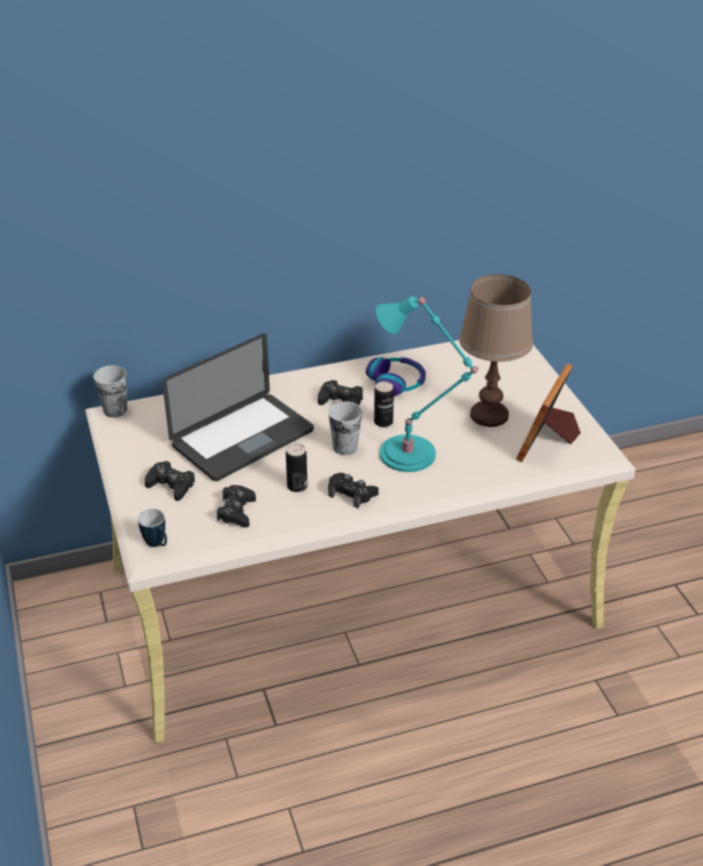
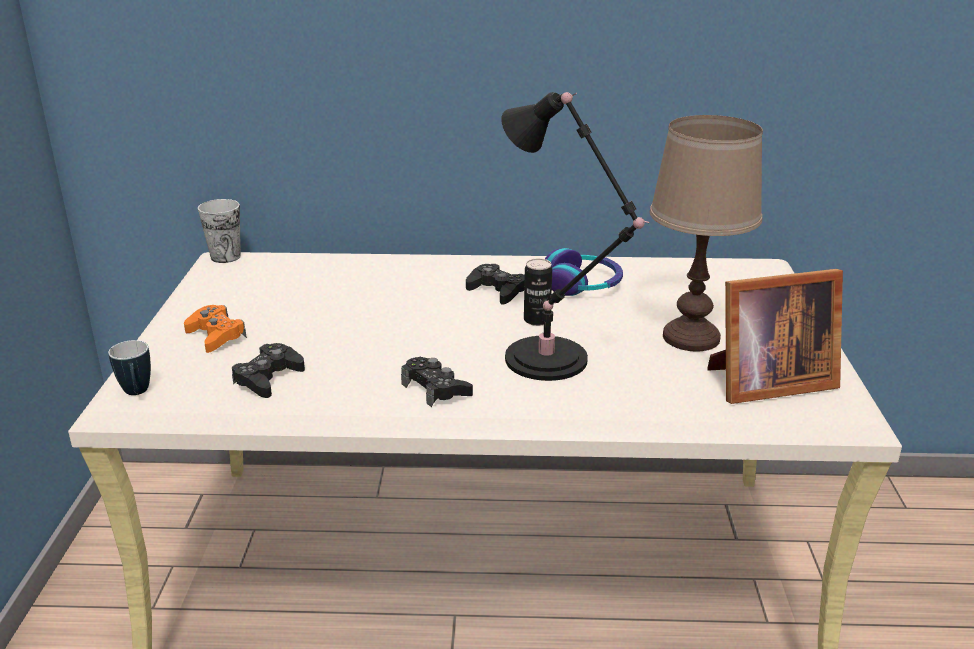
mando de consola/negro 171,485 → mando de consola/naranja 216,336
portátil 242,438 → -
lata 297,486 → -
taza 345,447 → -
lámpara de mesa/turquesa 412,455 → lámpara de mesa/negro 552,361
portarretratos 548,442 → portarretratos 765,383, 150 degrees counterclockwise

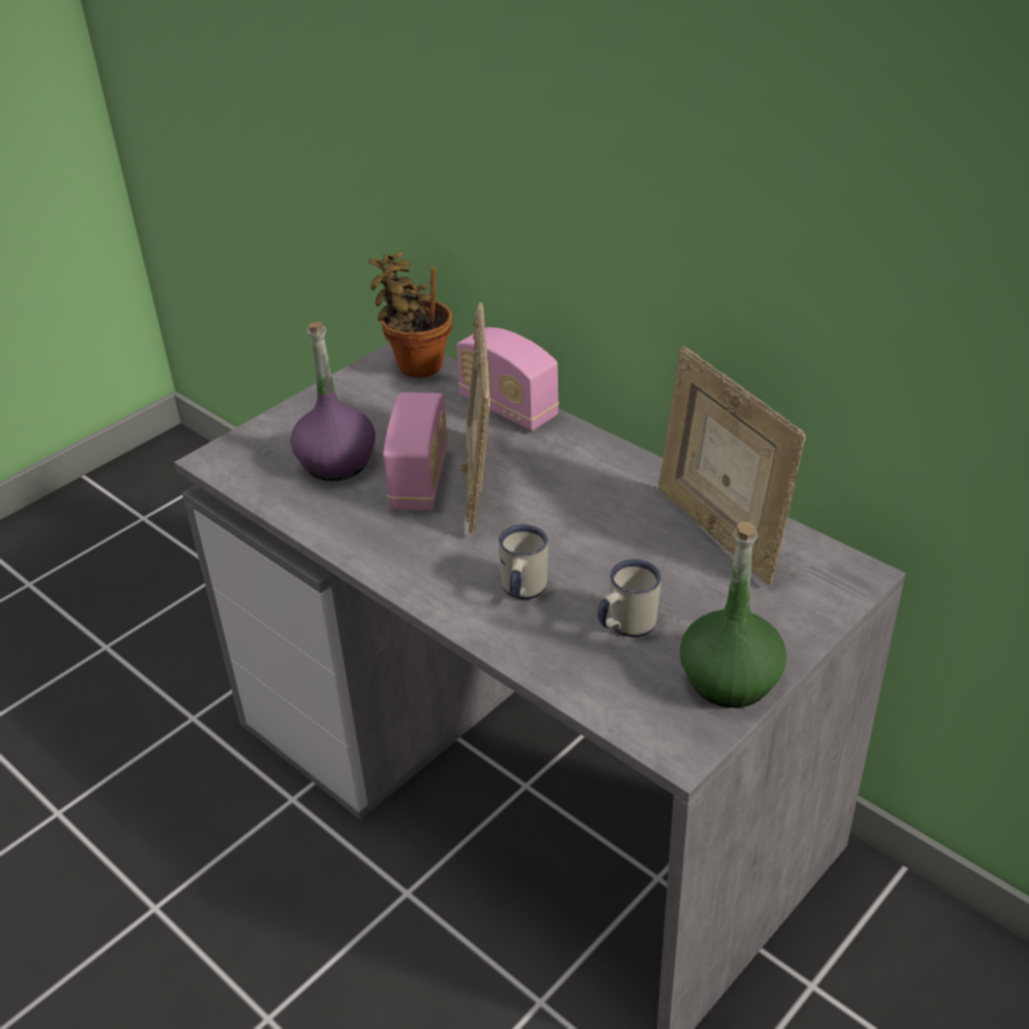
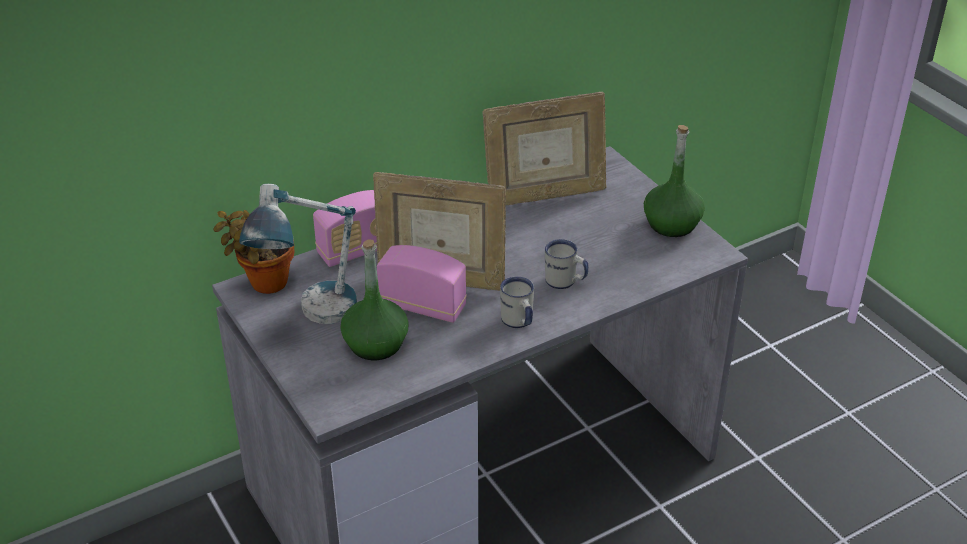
botella/morado 336,463 → botella/verde 375,344
taza grande/blanco 625,626 → taza grande/blanco 518,322, relocated
- → lámpara de mesa 312,319

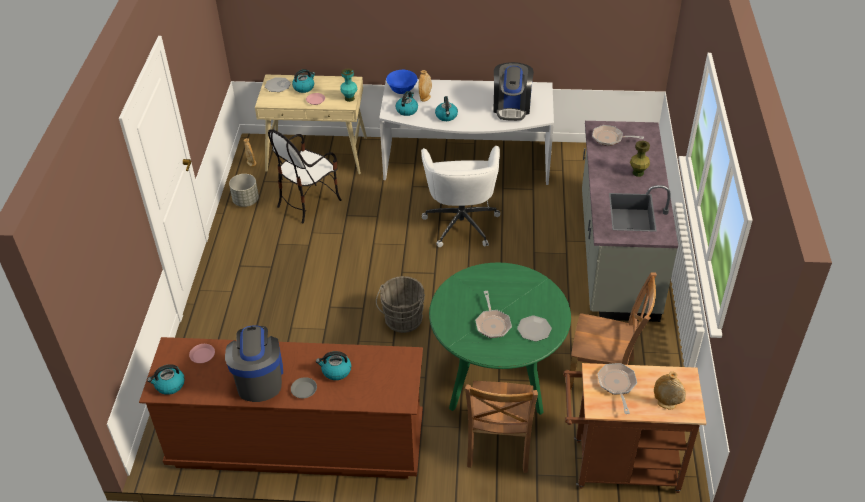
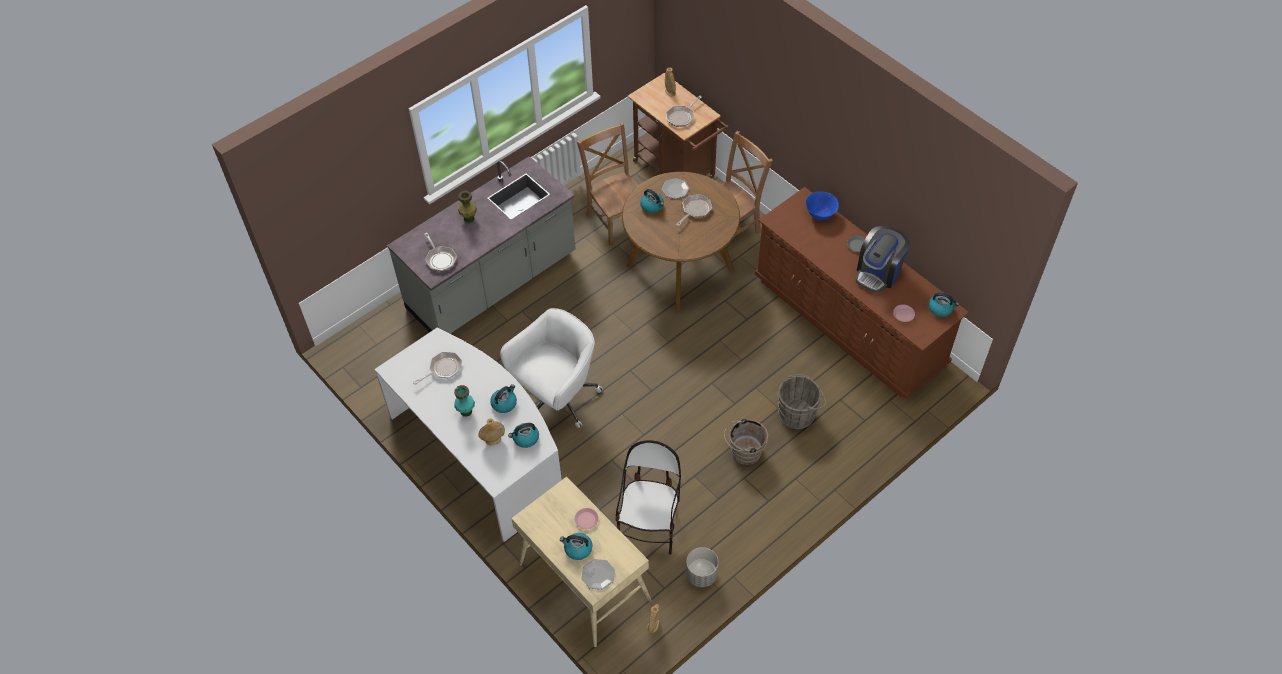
silla 308,201 → silla 649,525, 75 degrees counterclockwise
hervidor 336,371 → hervidor 652,206, relocated
florero/turquesa 349,98 → florero/turquesa 466,411, relocated
cubo/gris 402,321 → cubo/gris 798,413, relocated
cuenco/azul 402,90 → cuenco/azul 820,214, relocated
mesa de comedor/verde 496,375 → mesa de comedor/marrón 680,267
cafetera 511,107 → sartén 443,369
- → cubo/marrón 744,452

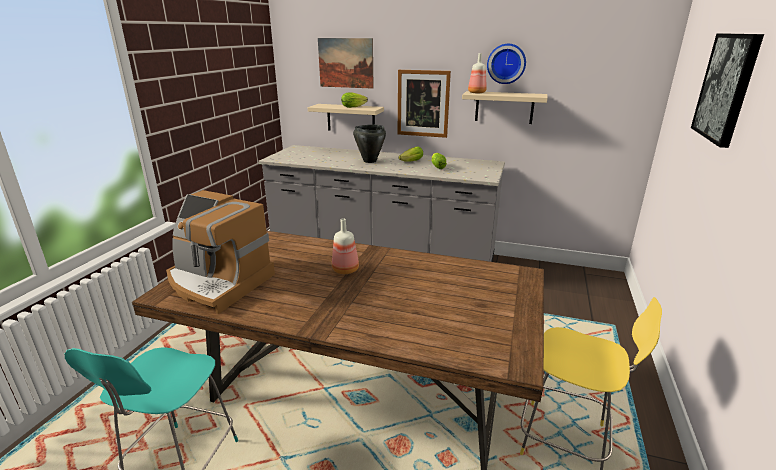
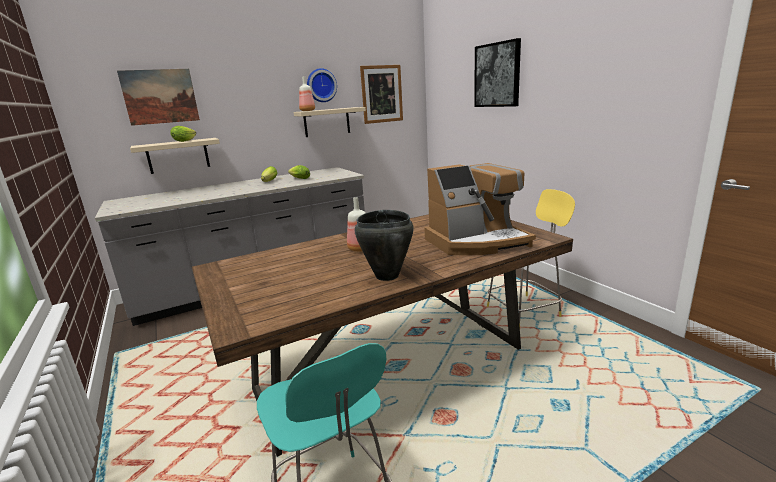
cafetera 218,282 → cafetera 477,242, relocated
olla/negro 369,161 → olla/negro 386,276, relocated
cuadro 423,103 → cuadro 381,94, relocated

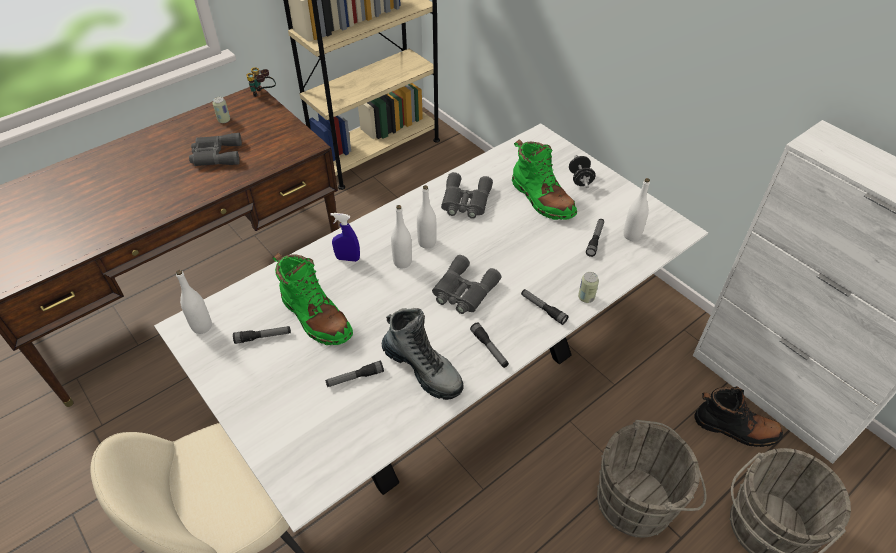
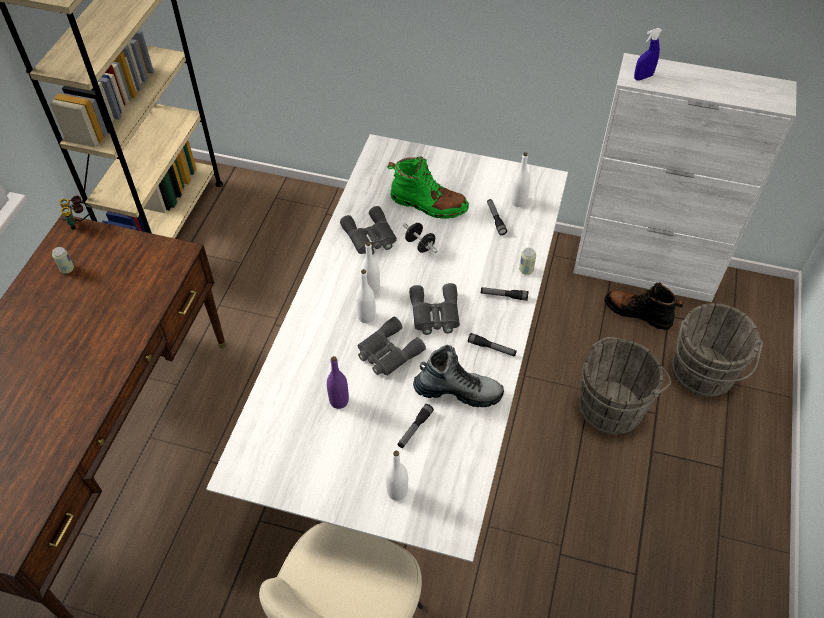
botella/blanco 202,326 → botella/blanco 397,492, relocated
prismáticos/gris 215,155 → prismáticos/gris 387,352, relocated
linterna 263,337 → -
bota/verde 315,317 → botella/morado 339,401
pulverizador/azul 347,258 → pulverizador/azul 643,77, relocated
mancuerna/negro 580,179 → mancuerna/negro 420,245, relocated
bota/negro 735,428 → bota/negro 638,313, 135 degrees counterclockwise

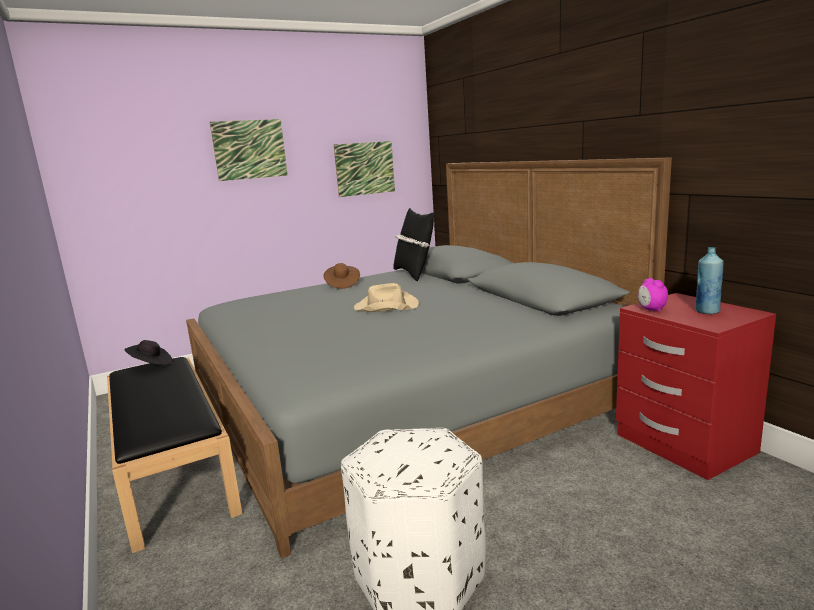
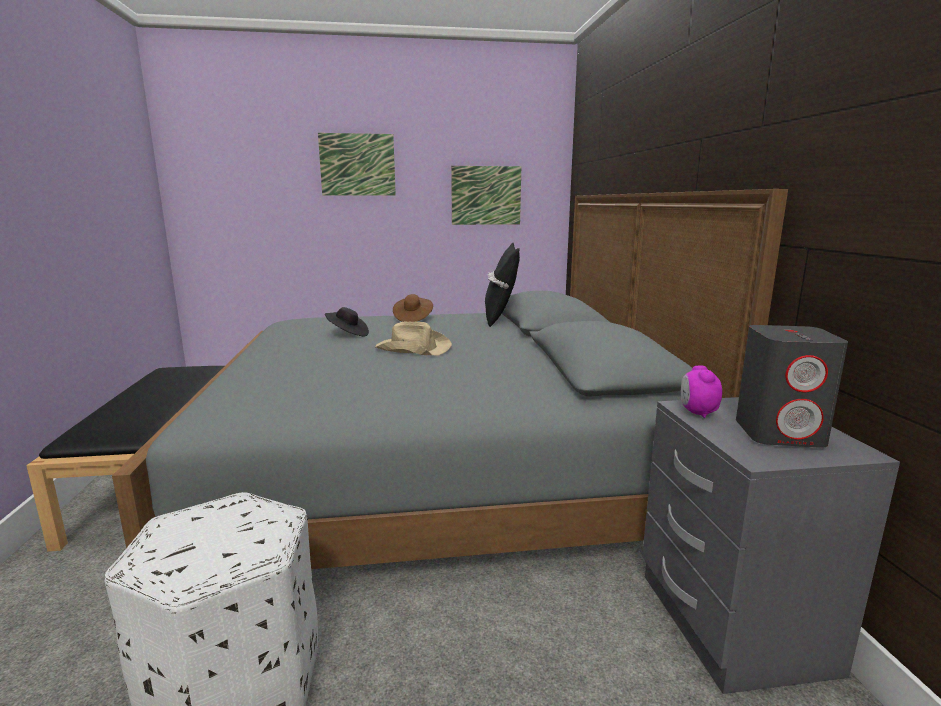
sombrero/negro 151,365 → sombrero/negro 347,334, relocated
mesita de noche/rojo 683,444 → mesita de noche/gris 730,622
botella/azul 707,311 → altavoz/gris 780,433

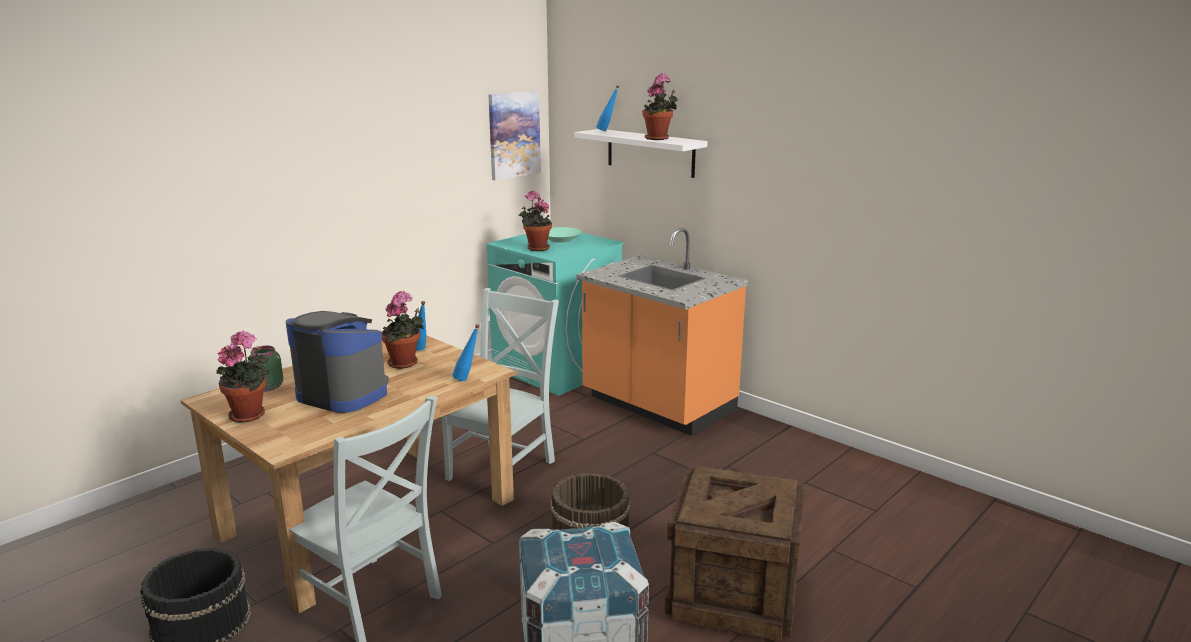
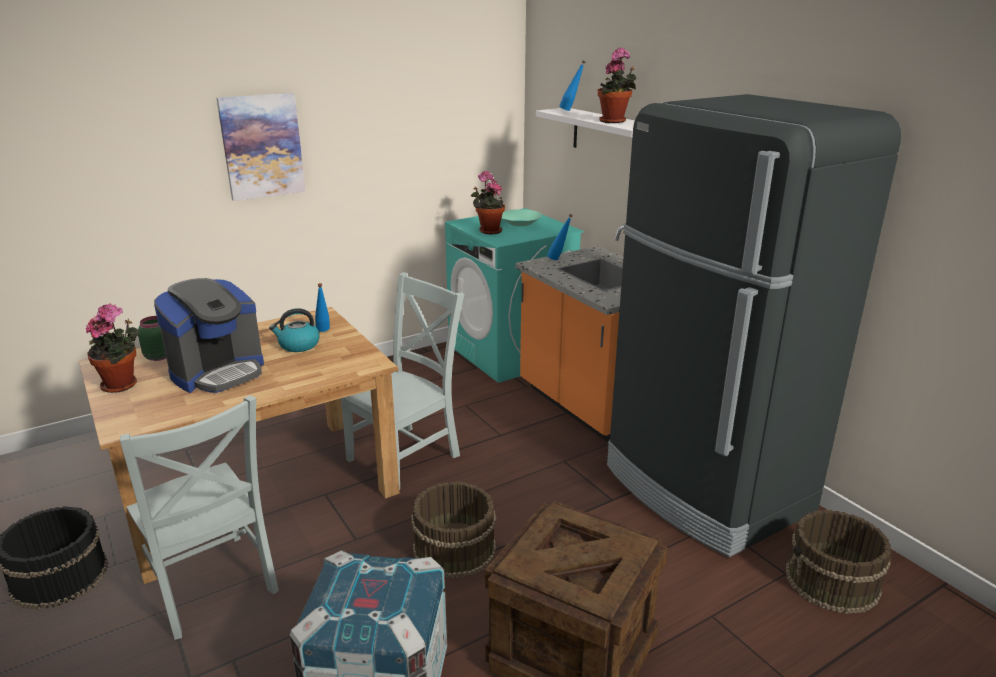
cafetera 343,394 → cafetera 218,372, 90 degrees clockwise
planta en maceta 405,364 → hervidor 298,345
botella/azul 467,380 → botella/azul 559,260, relocated
cuadro 514,134 → cuadro 262,146, relocated
- → nevera/negro 705,490
- → cubo/marrón 832,581

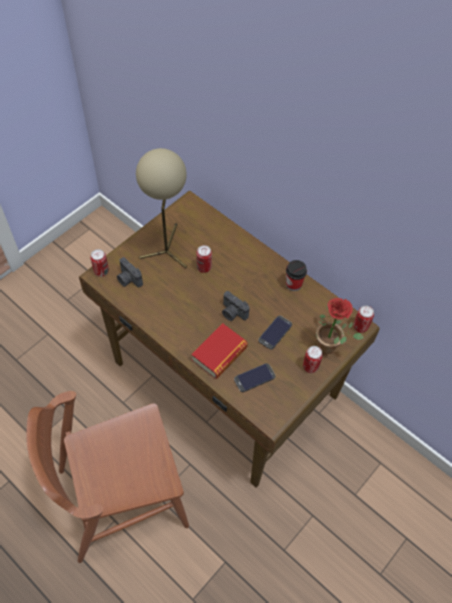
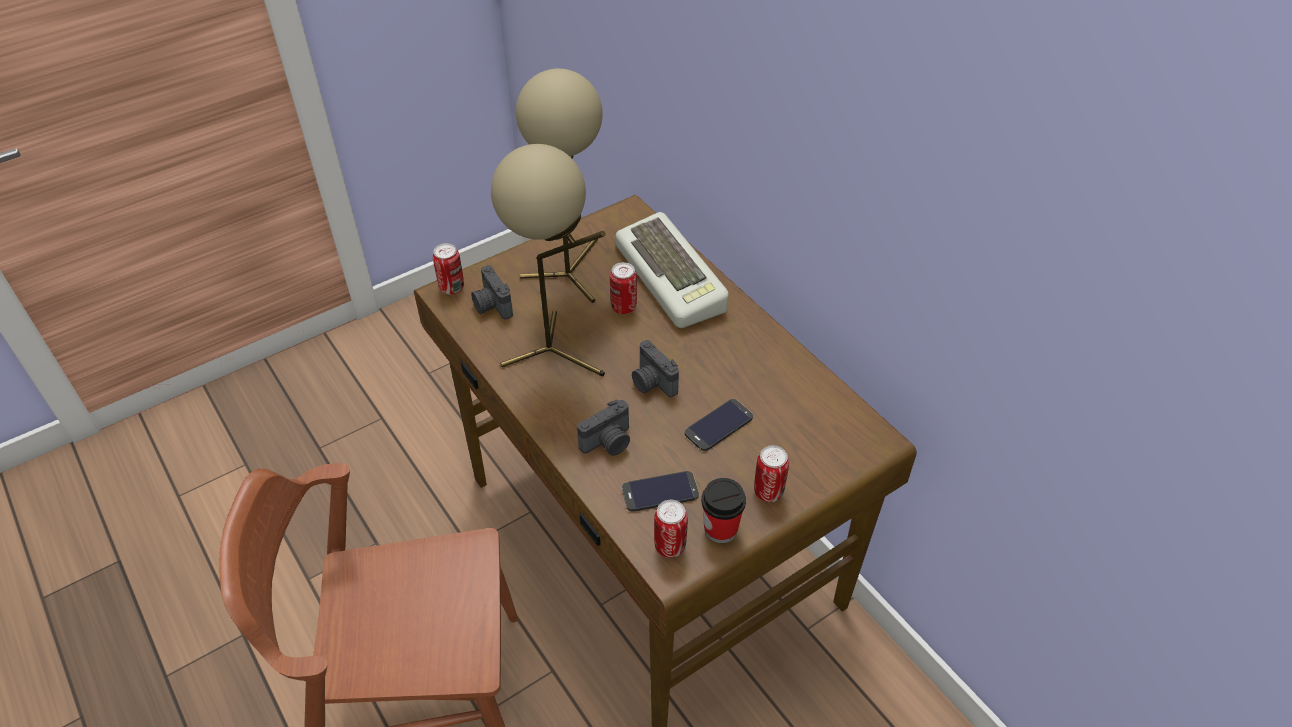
libro 219,354 → cámara 608,442
taza 293,284 → taza 720,529, relocated
planta en maceta 330,347 → -
lata 360,327 → lata 670,546, relocated
- → lámpara de mesa/beis 556,353
- → teclado 673,278

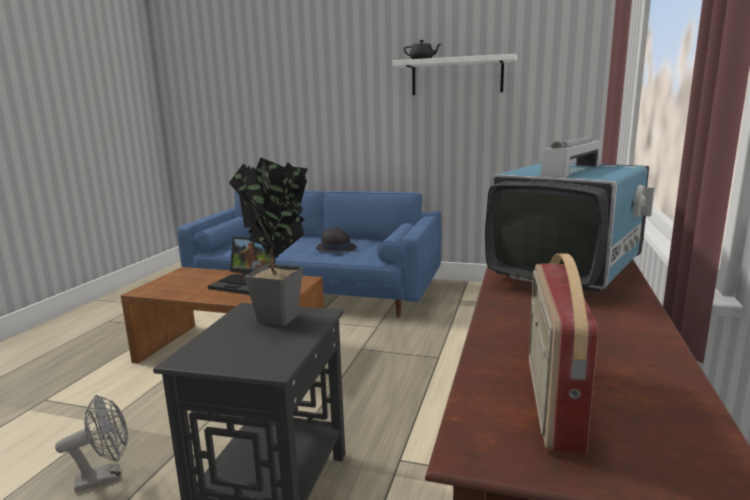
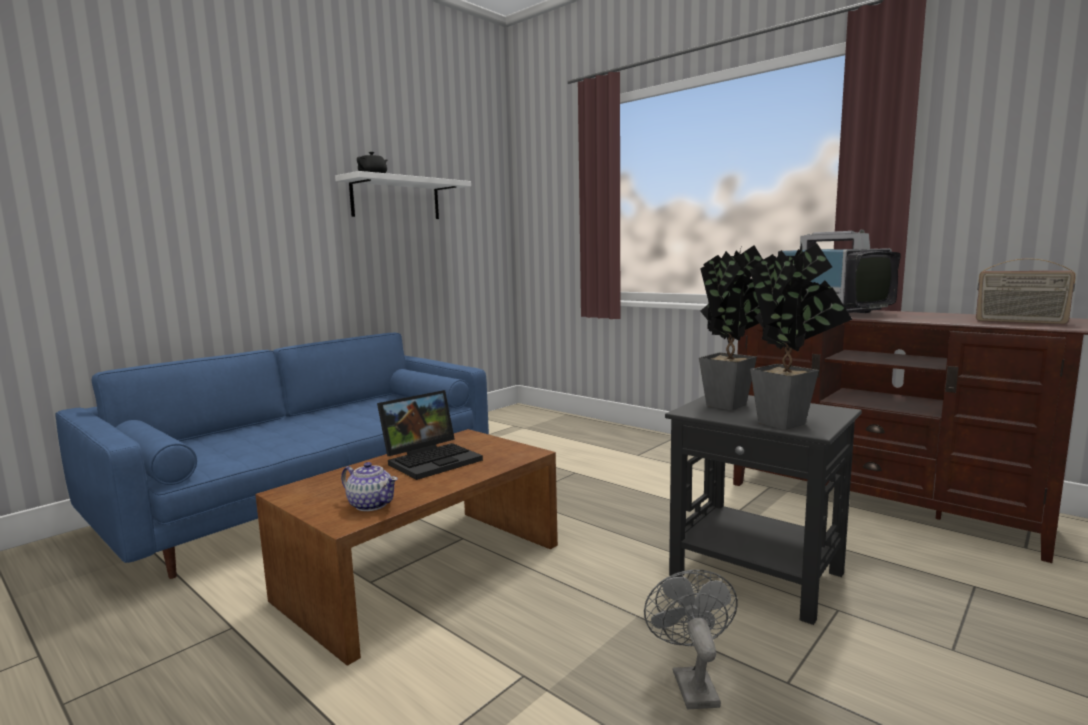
sombrero/negro 335,248 → -
- → tetera 371,504
- → planta en maceta 789,422

